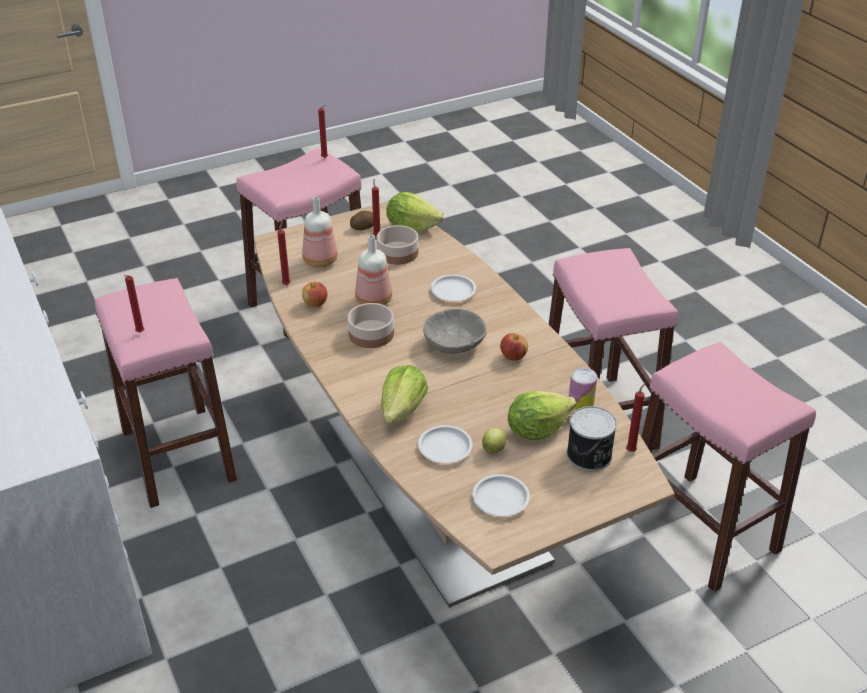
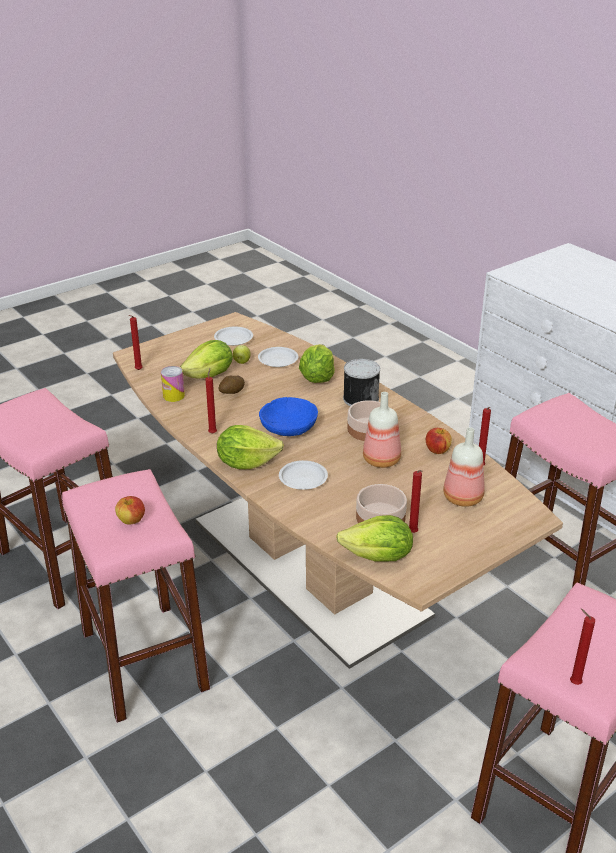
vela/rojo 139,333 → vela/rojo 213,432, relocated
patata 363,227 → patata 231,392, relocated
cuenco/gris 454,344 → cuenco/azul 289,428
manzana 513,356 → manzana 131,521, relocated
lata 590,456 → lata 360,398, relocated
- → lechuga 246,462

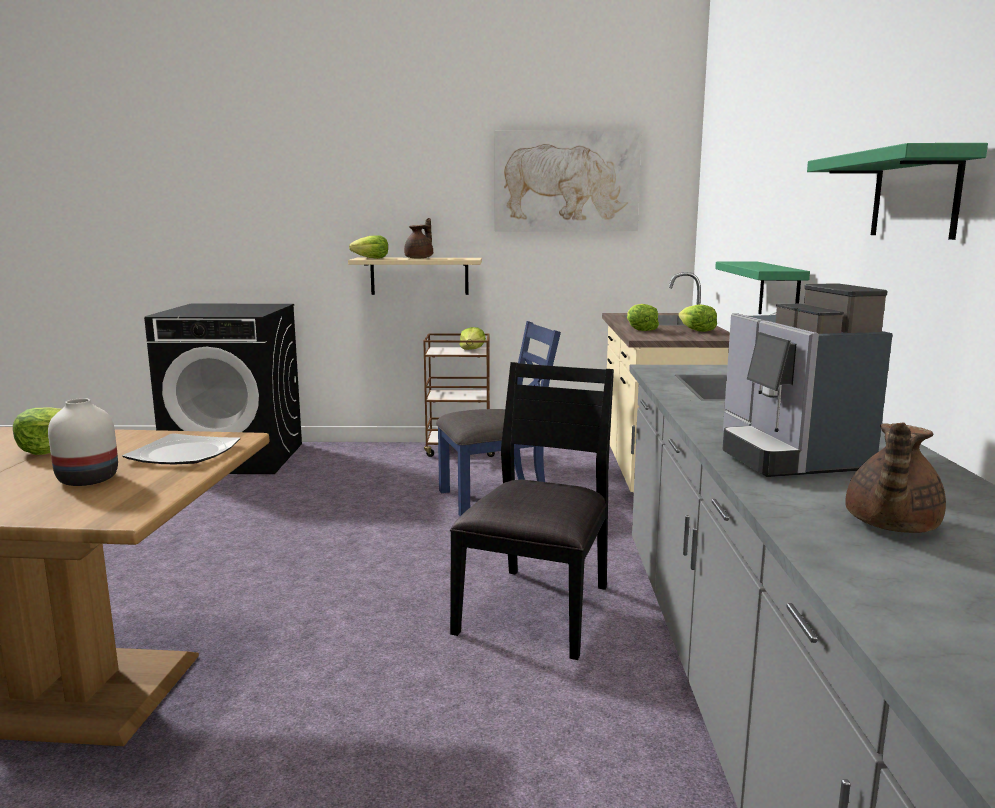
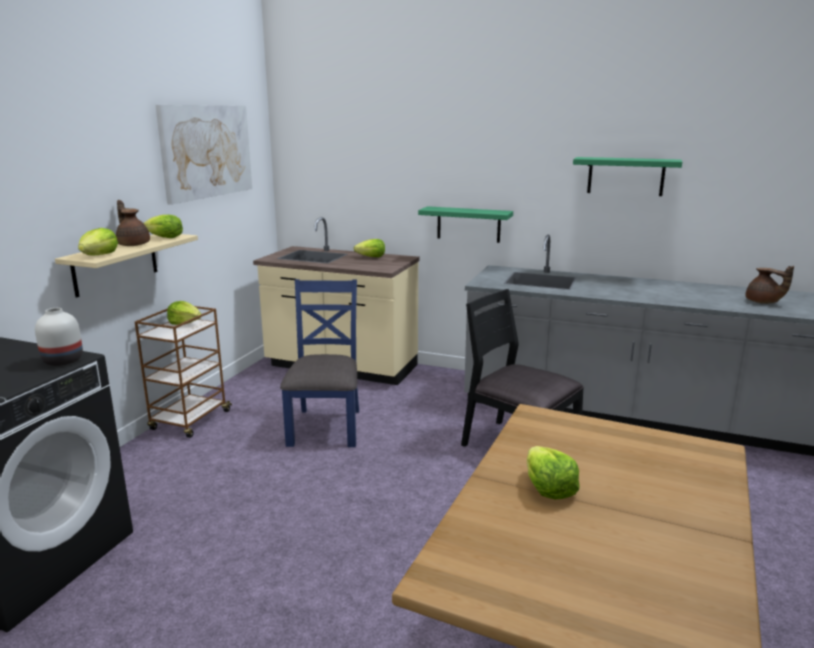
florero/blanco 88,480 → florero/blanco 64,361, relocated
plato 182,454 → -
lechuga 640,329 → lechuga 165,237, relocated
cafetera 788,456 → -

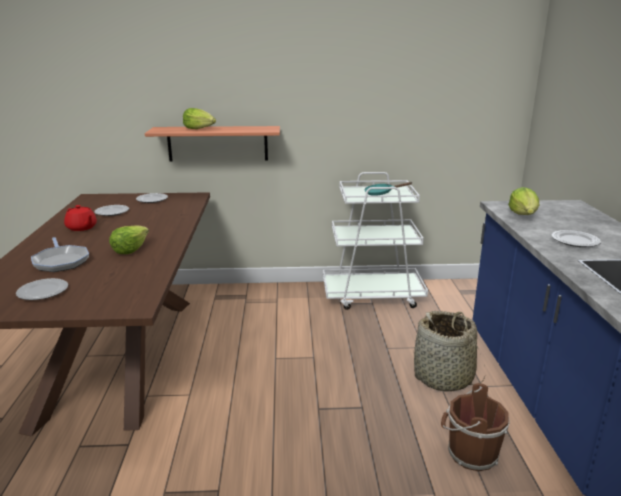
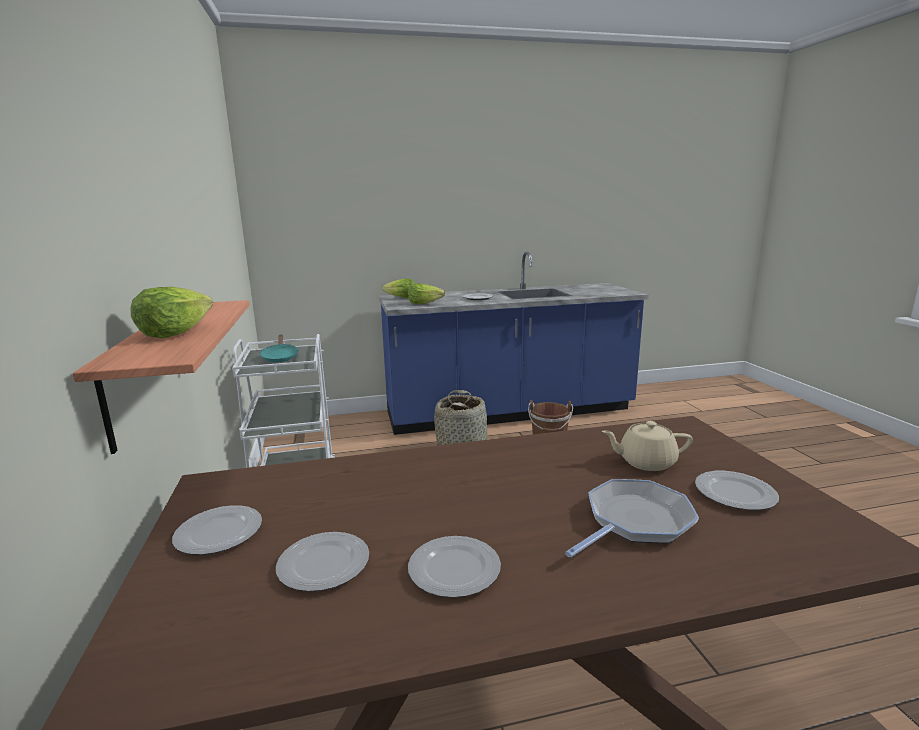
tetera/rojo 82,228 → plato 454,569
lechuga 130,249 → lechuga 401,298, relocated
- → tetera/beis 645,462

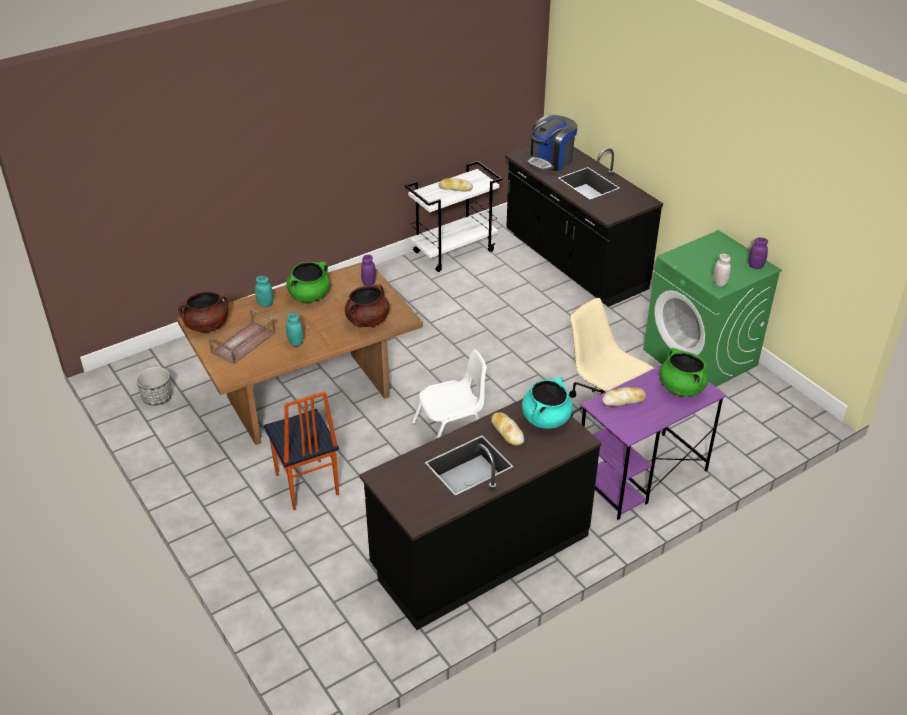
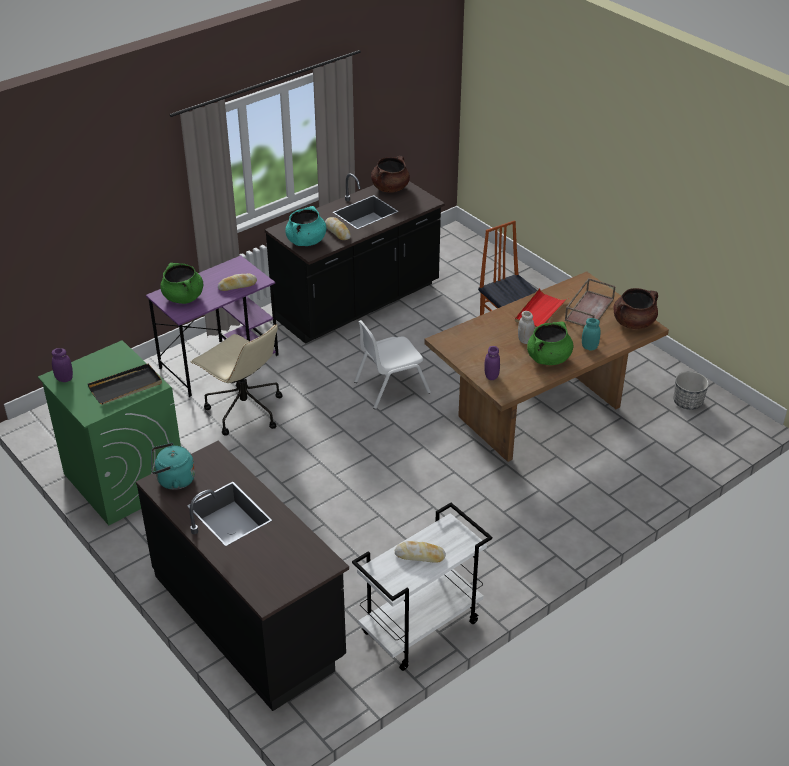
tarro/turquesa 295,342 → bandeja/rojo 540,312
olla/marrón 367,321 → olla/marrón 390,188, relocated
cafetera 550,161 → -
tarro/blanco 719,283 → tarro/blanco 525,340, relocated
- → bandeja/negro 126,386
- → hervidor/turquesa 173,480

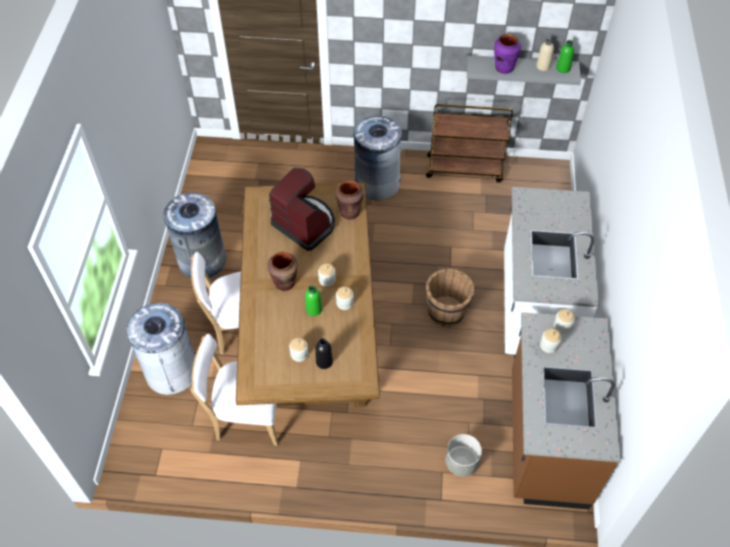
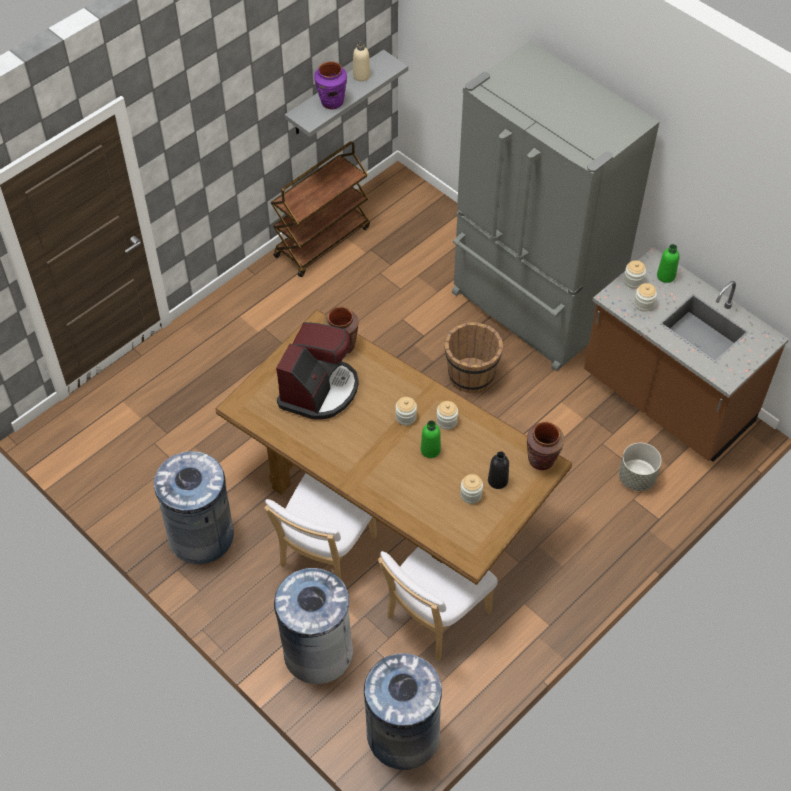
florero/marrón 284,283 → florero/marrón 541,460, relocated
cafetera 305,224 → cafetera 319,390, 120 degrees clockwise
papelera/gris 377,183 → papelera/gris 402,735, relocated
mueble bajo de cocina/blanco 534,308 → nevera/gris 531,309
botella/verde 563,68 → botella/verde 666,276, relocated

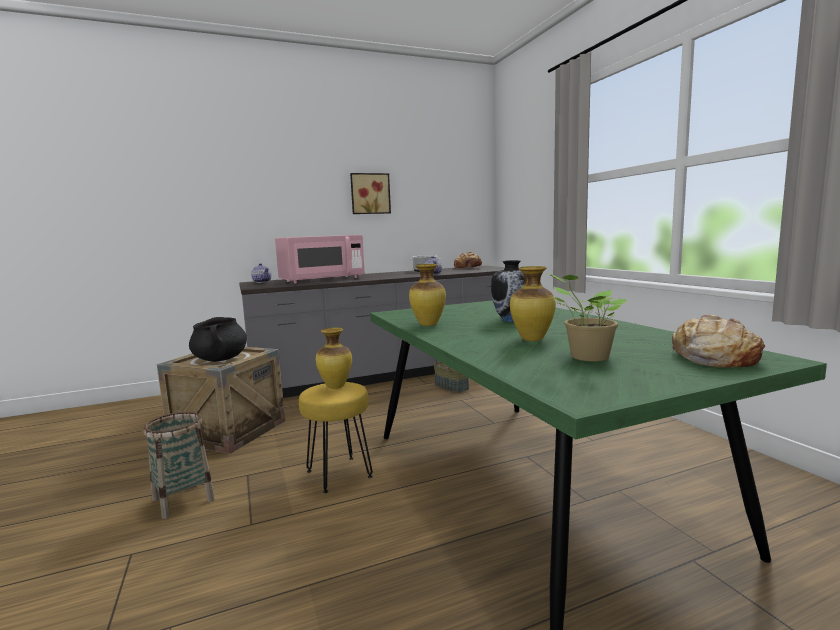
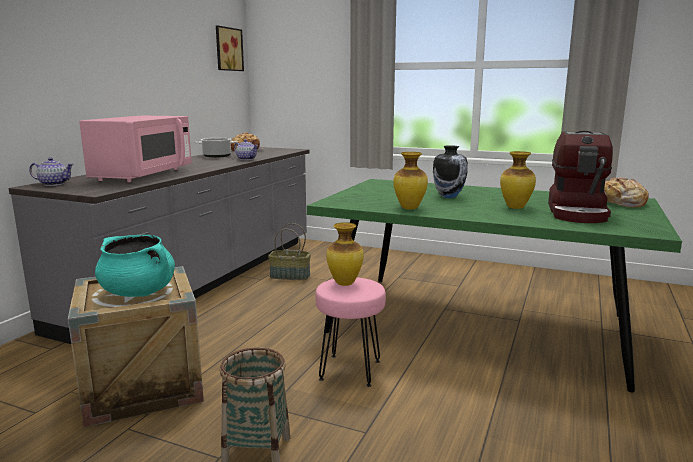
olla/negro 220,359 → olla/turquesa 139,292
taburete/amarillo 338,474 → taburete/rosa 349,370
cuadro 370,194 → cuadro 227,49, relocated
planta en maceta 586,357 → cafetera 578,212

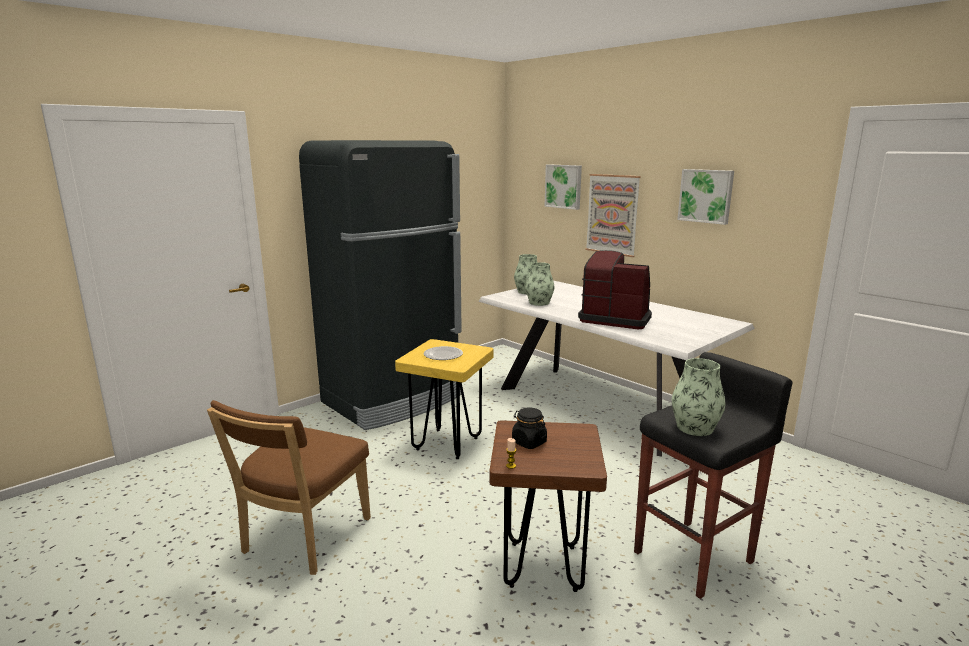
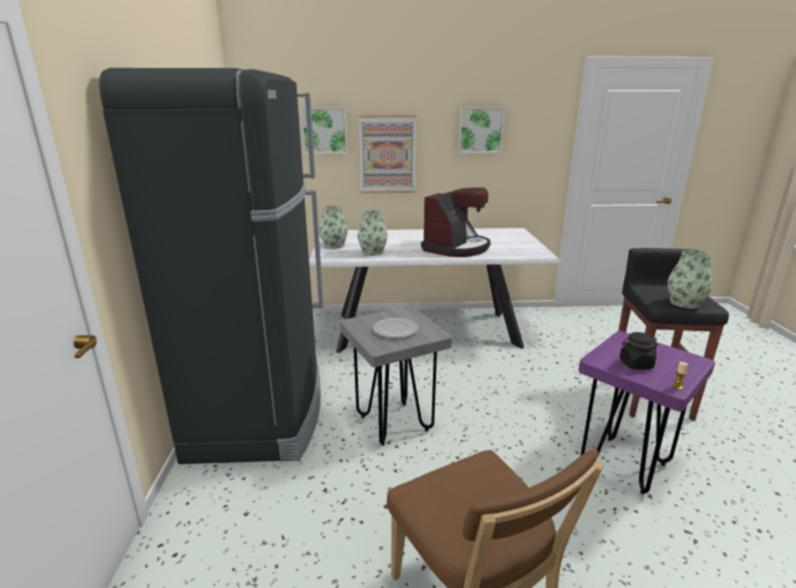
taburete/amarillo 447,444 → taburete/gris 394,423
taburete/marrón 542,566 → taburete/morado 624,464
cafetera 615,318 → cafetera 457,248, 150 degrees clockwise

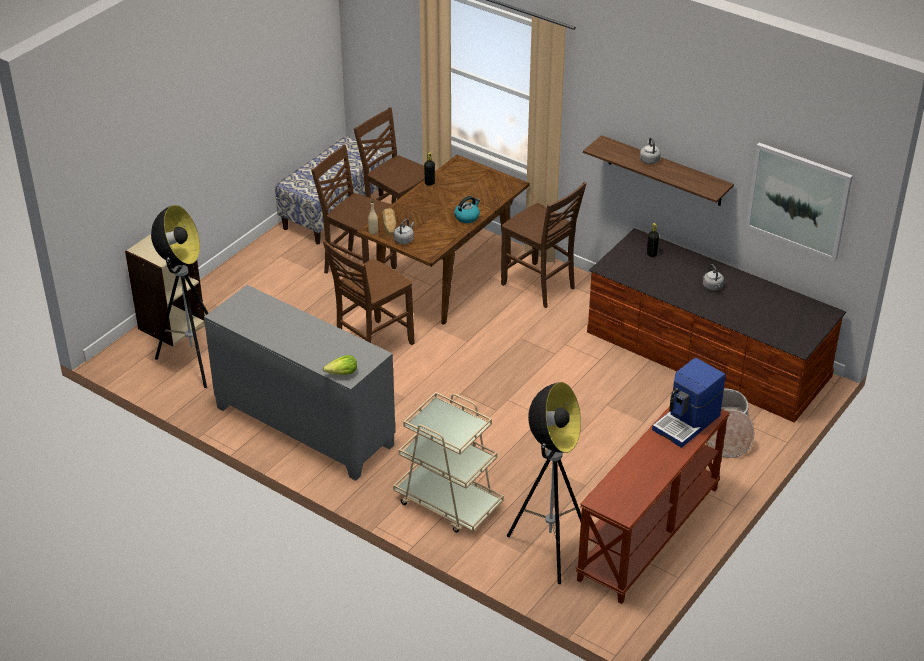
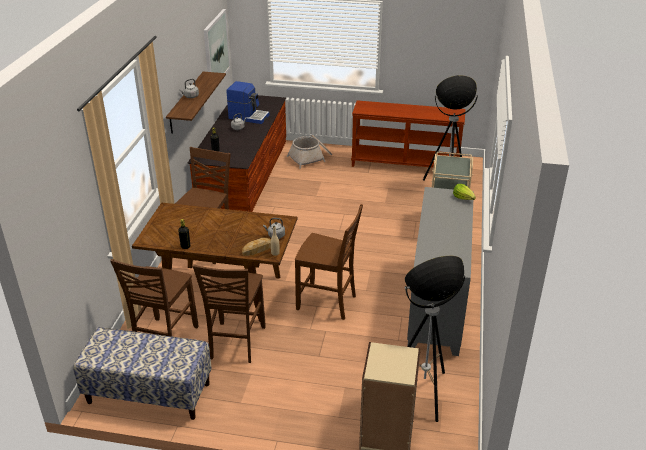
hervidor 467,217 → -
cafetera 687,423 → cafetera 248,116, relocated

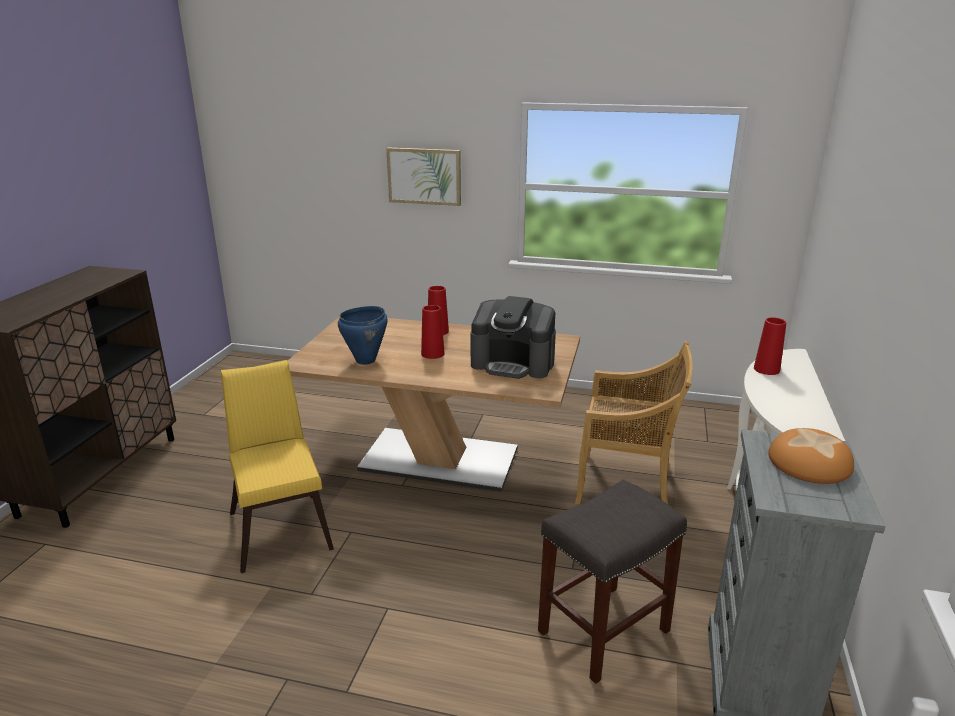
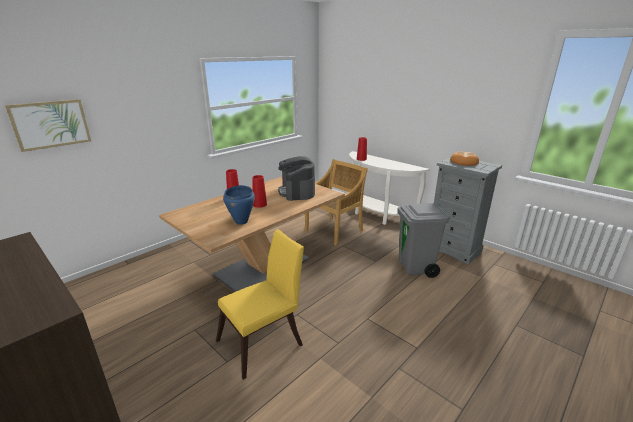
silla/amarillo 281,525 → silla/amarillo 264,341, 135 degrees clockwise
cuadro 424,176 → cuadro 51,124, relocated
cafetera 513,363 → cafetera 297,192, 120 degrees clockwise
taburete/gris 603,632 → papelera/gris 416,268

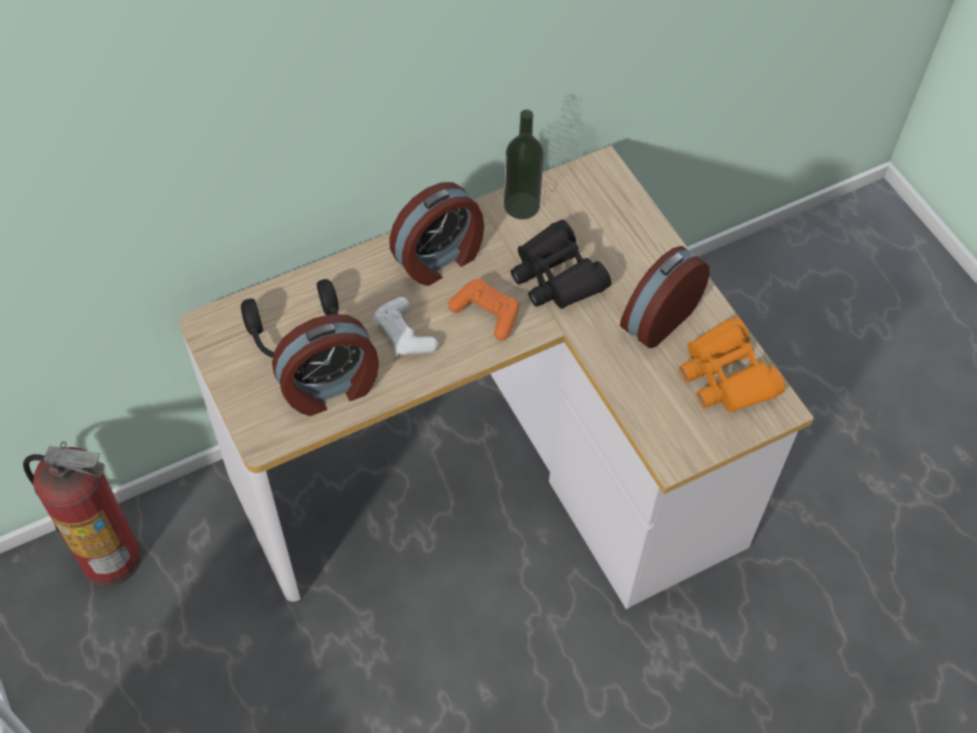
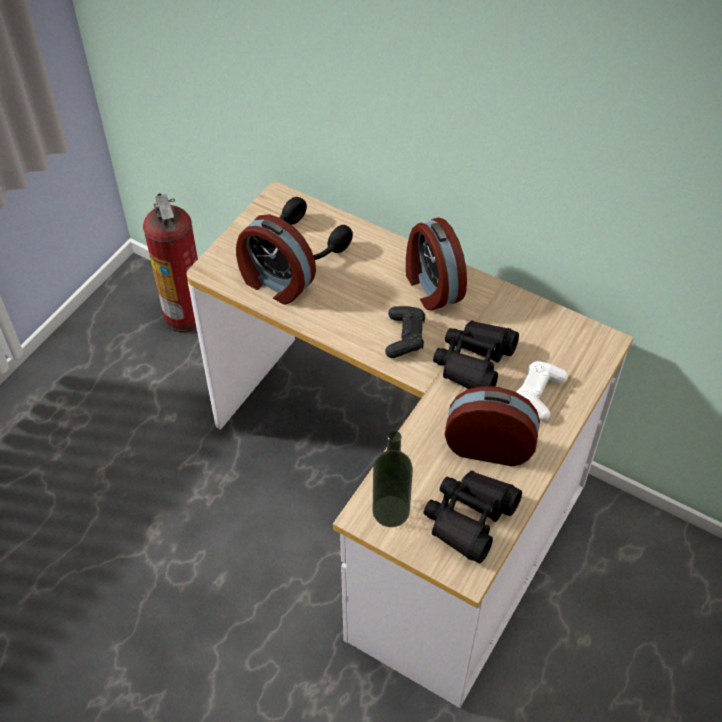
mando de consola/blanco 403,335 → mando de consola/blanco 539,394, relocated
despertador 440,259 → despertador 431,287, 45 degrees clockwise
mando de consola/naranja 486,314 → mando de consola/negro 405,337
botella 521,205 → botella 391,511, relocated
prismáticos/naranja 726,376 → prismáticos/negro 469,518

